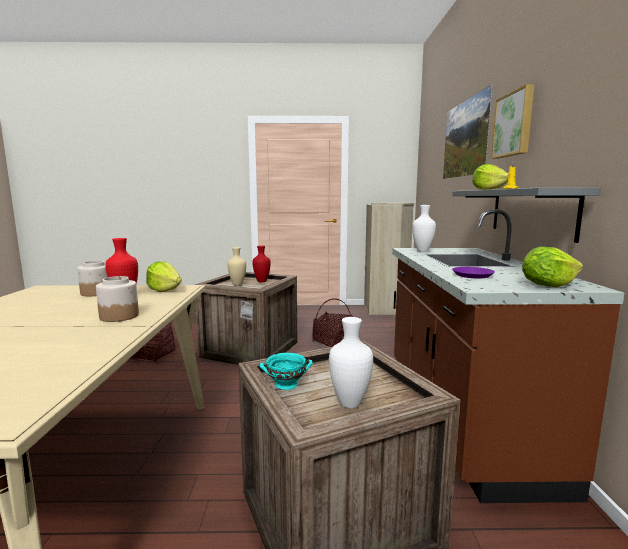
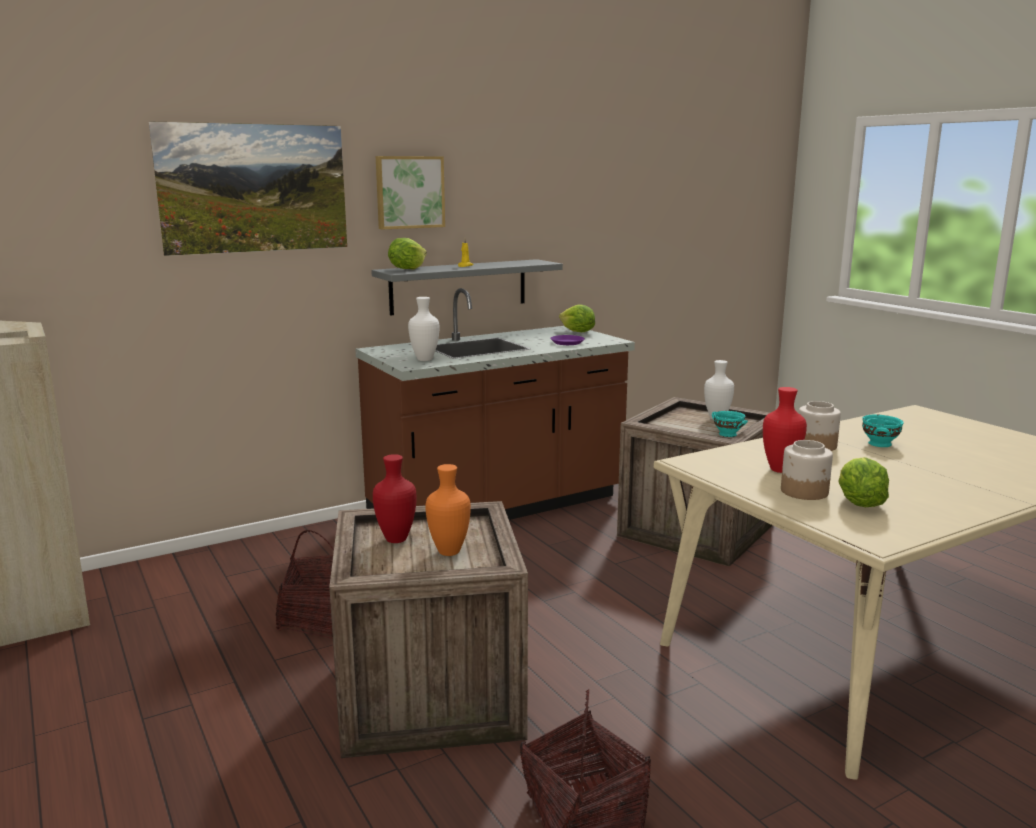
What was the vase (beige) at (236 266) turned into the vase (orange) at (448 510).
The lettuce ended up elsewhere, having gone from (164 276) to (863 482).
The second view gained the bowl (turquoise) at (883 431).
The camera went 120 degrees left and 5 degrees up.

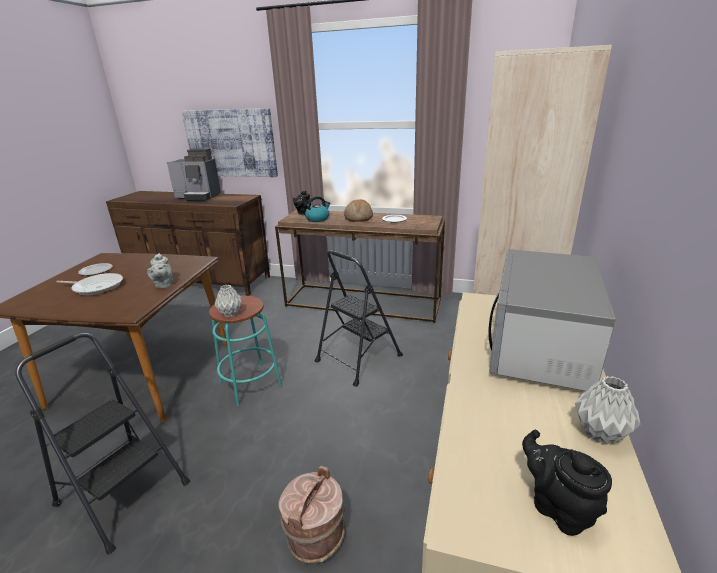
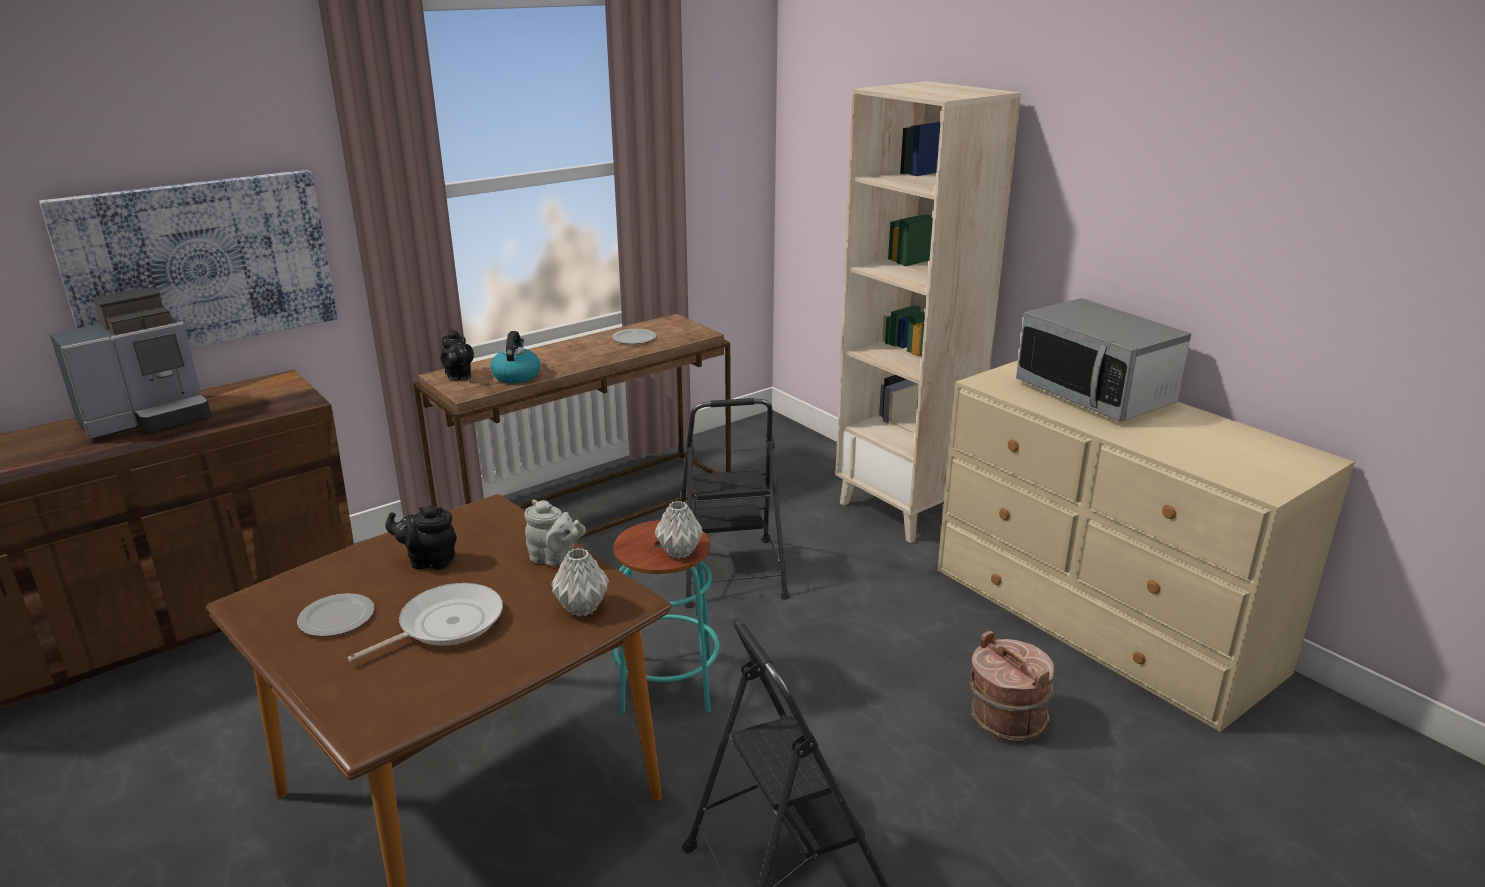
The teapot (black) ended up elsewhere, having gone from (567 482) to (421 537).
The vase (grey) ended up elsewhere, having gone from (608 410) to (580 582).
The second view lost the bread at (358 210).
The camera went 55 degrees left and 0 degrees up.

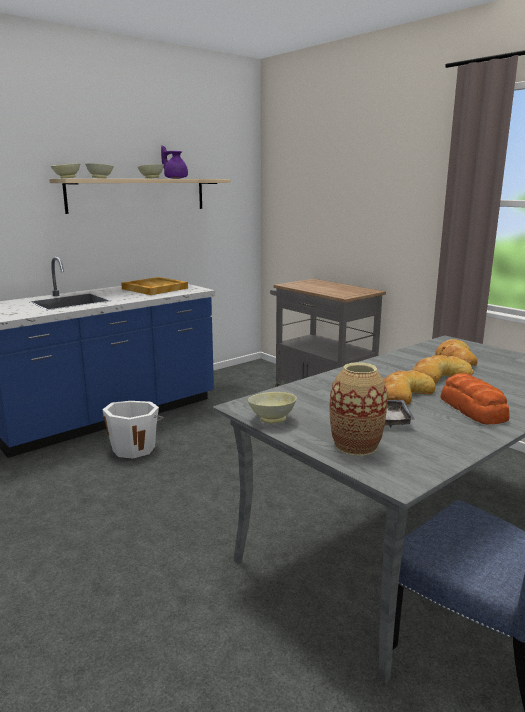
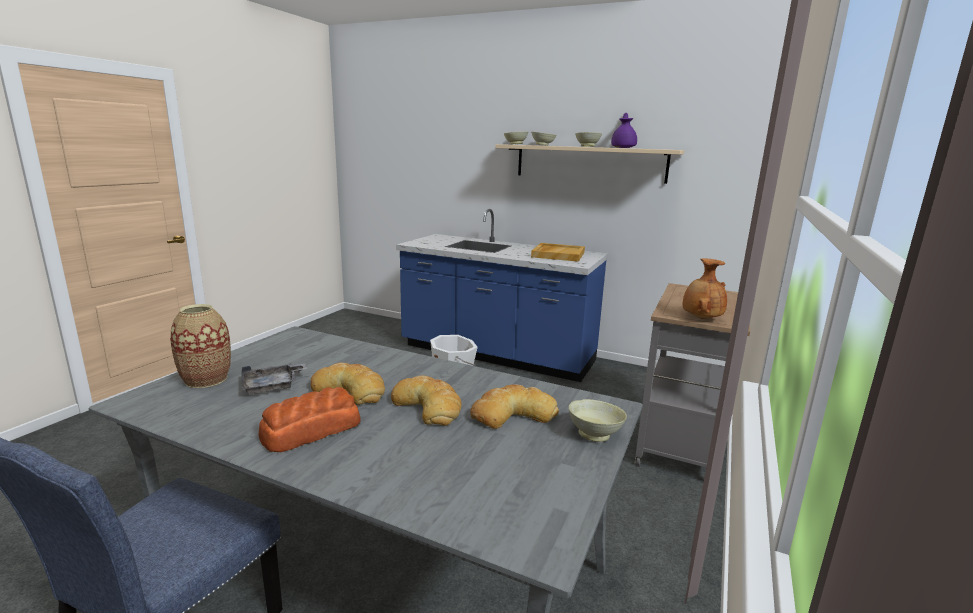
The bowl (beige) ended up elsewhere, having gone from (272 407) to (598 420).
The second view gained the vase (brown) at (705 288).
The camera went 65 degrees right and 0 degrees up.

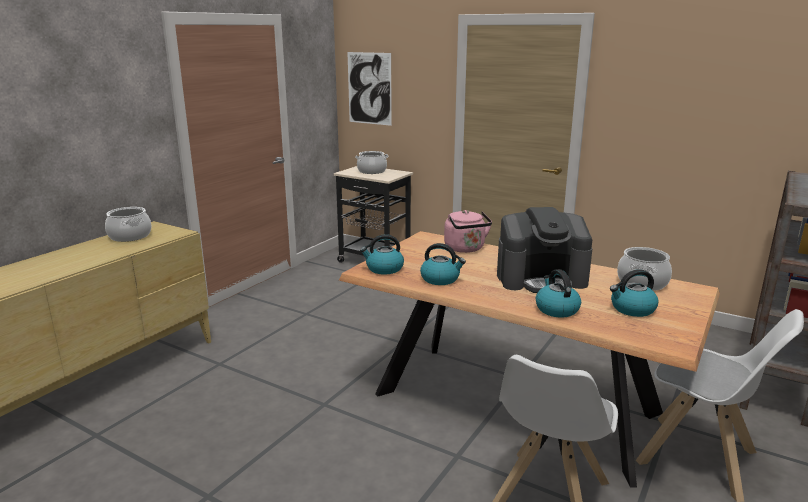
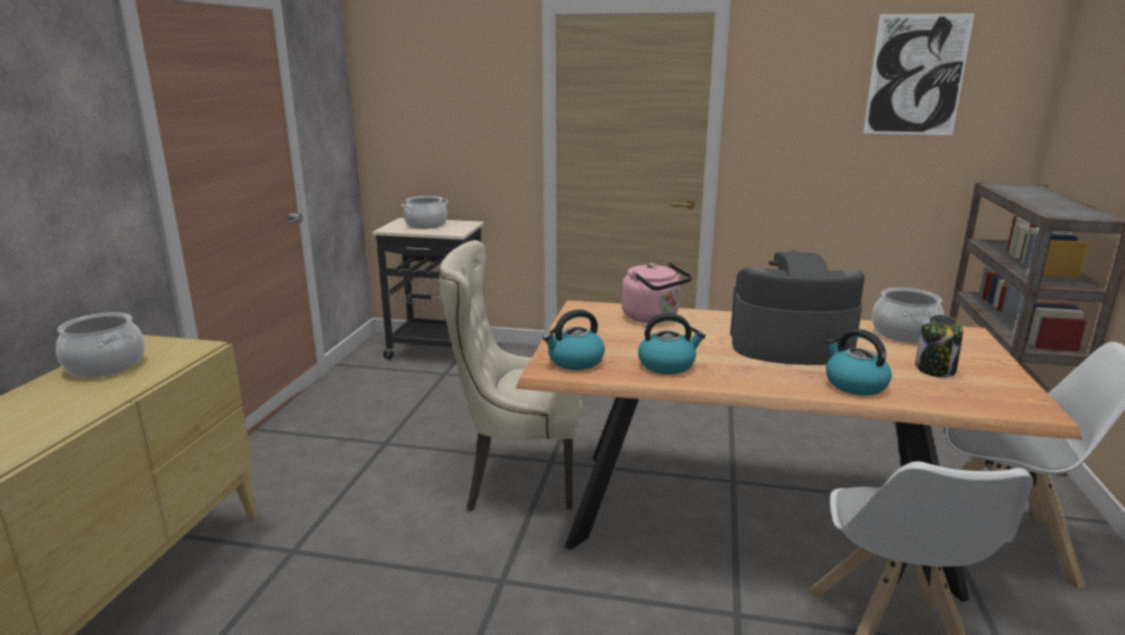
The second view gained the chair (beige) at (510 376).
The coffee machine at (544 250) ended up facing another way, 150 degrees counterclockwise from before.
The picture ended up elsewhere, having gone from (369 89) to (919 74).
Where the kettle stood at (634 293), the jar came to stand at (939 346).
The camera went 20 degrees left and 0 degrees up.

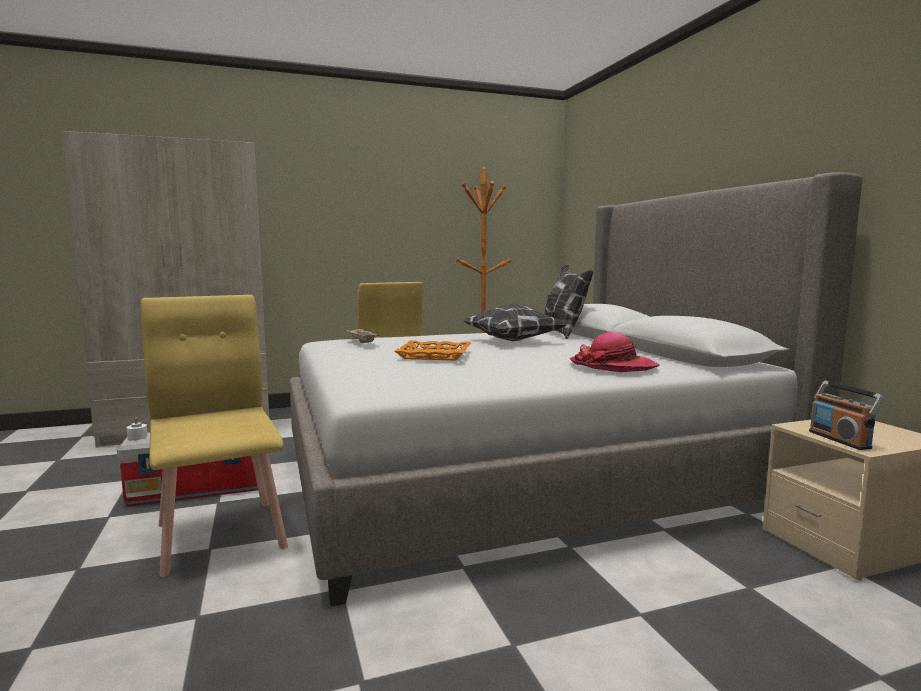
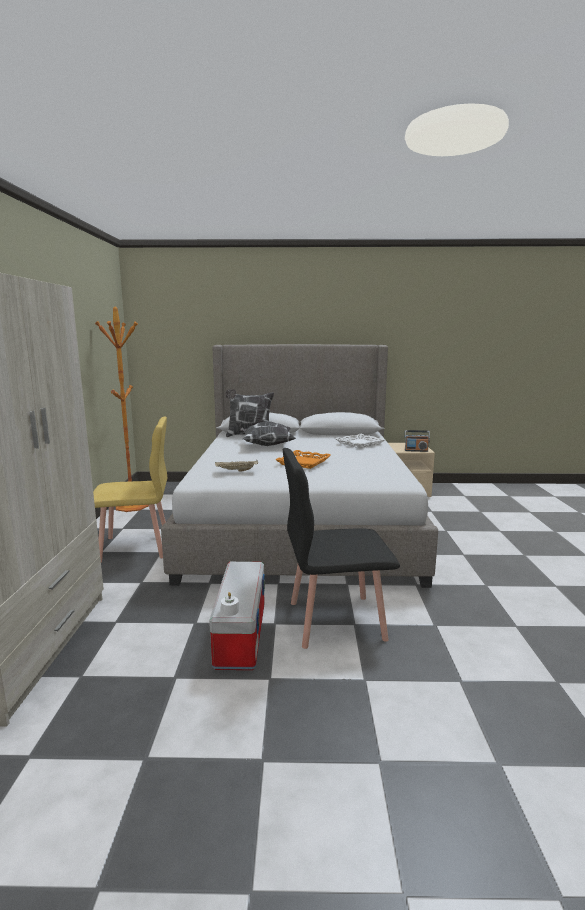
What was the chair (yellow) at (214 436) turned into the chair (black) at (341 548).
Where the hat stood at (614 352), the tray (white) came to stand at (360 441).
The camera went 70 degrees left and 5 degrees up.

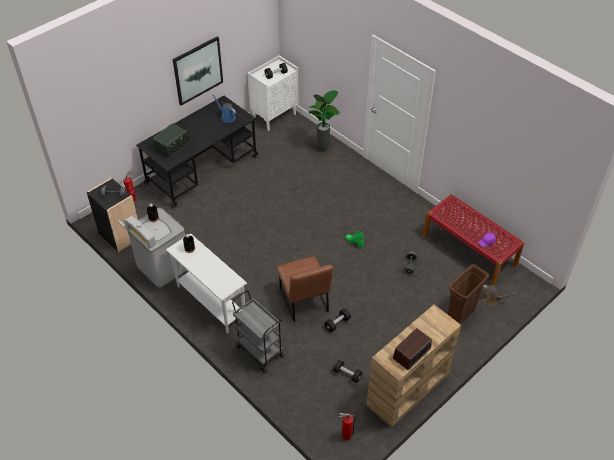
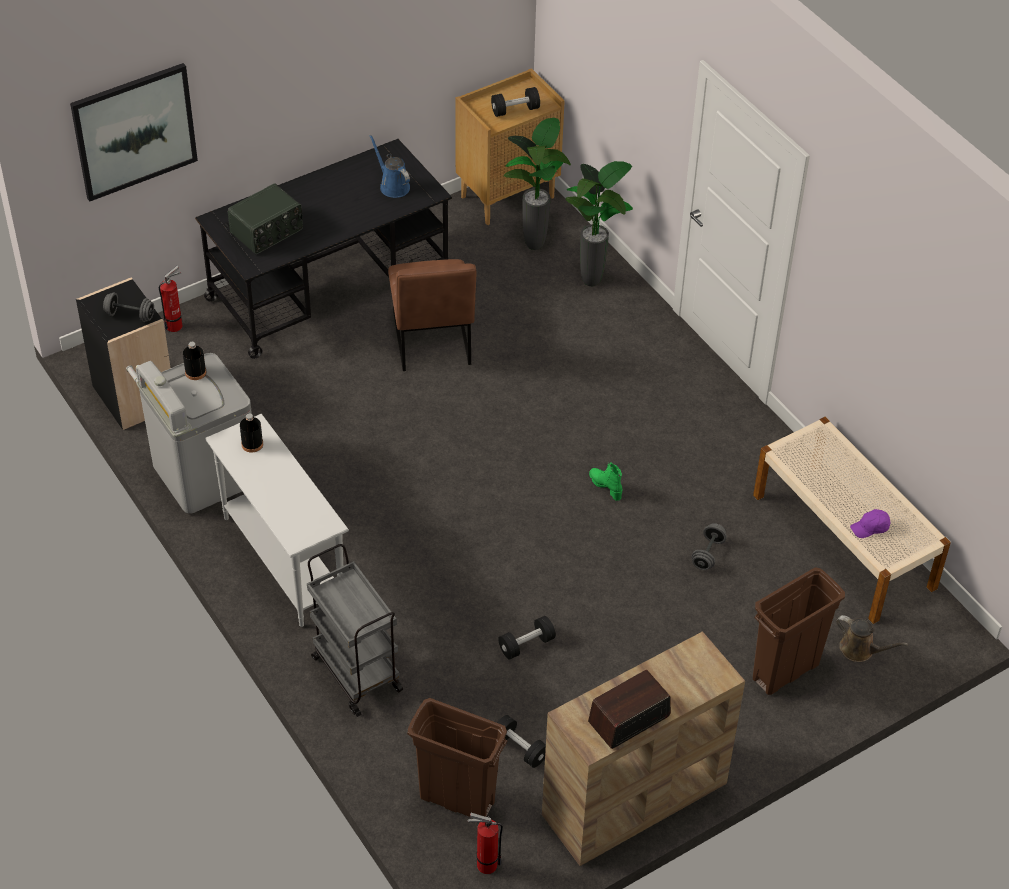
The picture ended up elsewhere, having gone from (198 71) to (134 132).
The chair (brown) ended up elsewhere, having gone from (305 289) to (432 315).
The second view gained the trash can (brown) at (457 758).
What was the cabinet (white) at (273 93) turned into the cabinet (brown) at (510 146).
The second view gained the potted plant at (537 184).
What was the bench (red) at (474 240) turned into the bench (beige) at (852 520).
The camera went 10 degrees right and 0 degrees up.

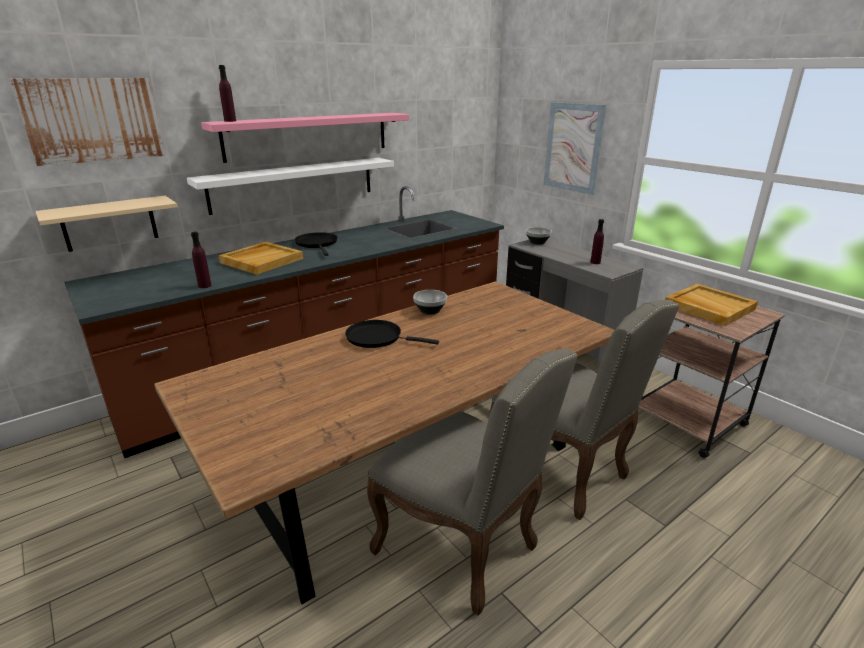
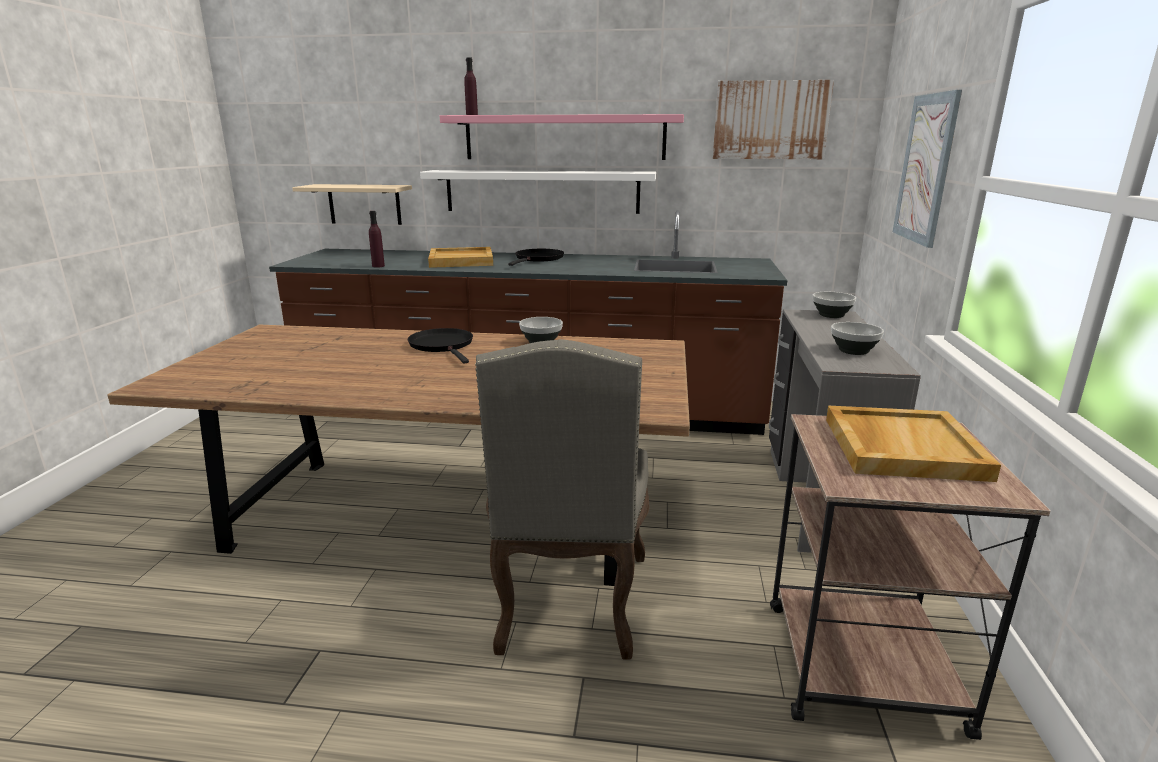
The picture ended up elsewhere, having gone from (87 122) to (773 119).
Where the bottle (purple) stood at (597 241), the bowl came to stand at (857 338).
The second view lost the chair (grey) at (472 481).
The camera went 45 degrees right and 5 degrees down.

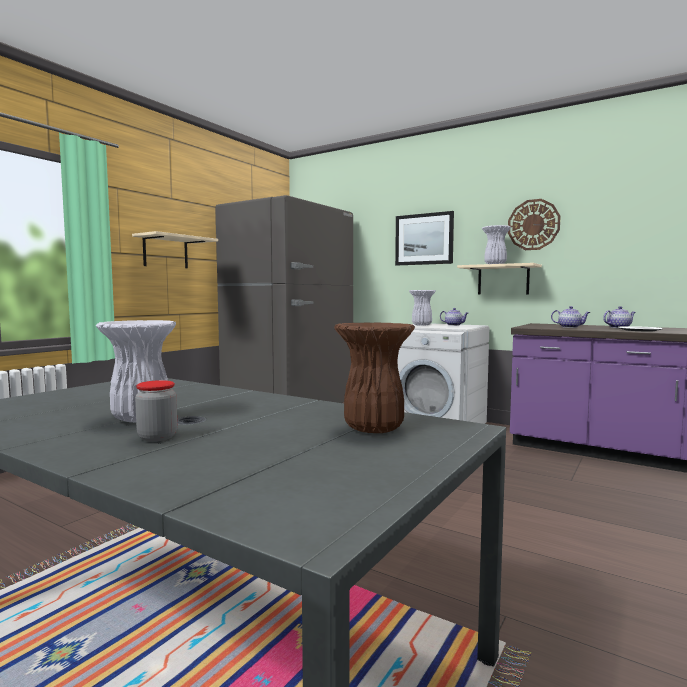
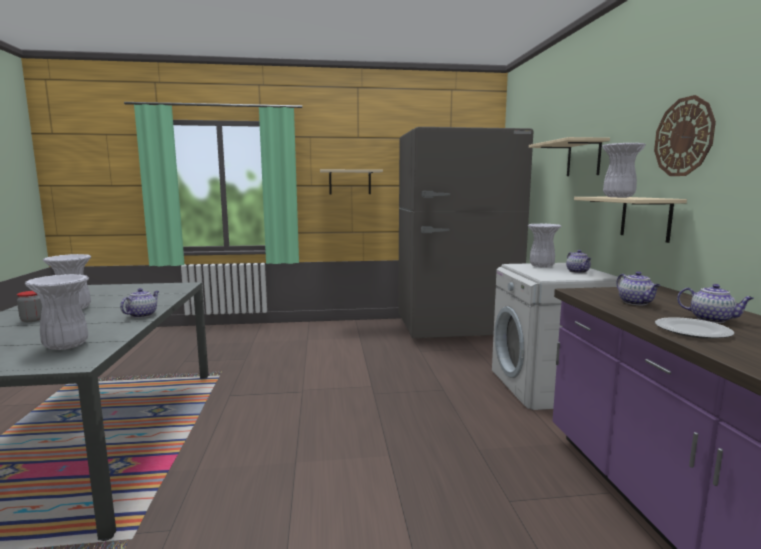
What was the vase (brown) at (374 378) turned into the vase (white) at (57 312).
The second view gained the teapot at (139 303).
Where the picture hung at (424 238), the shelf (beige) came to hang at (569 156).
The camera went 50 degrees right and 5 degrees up.

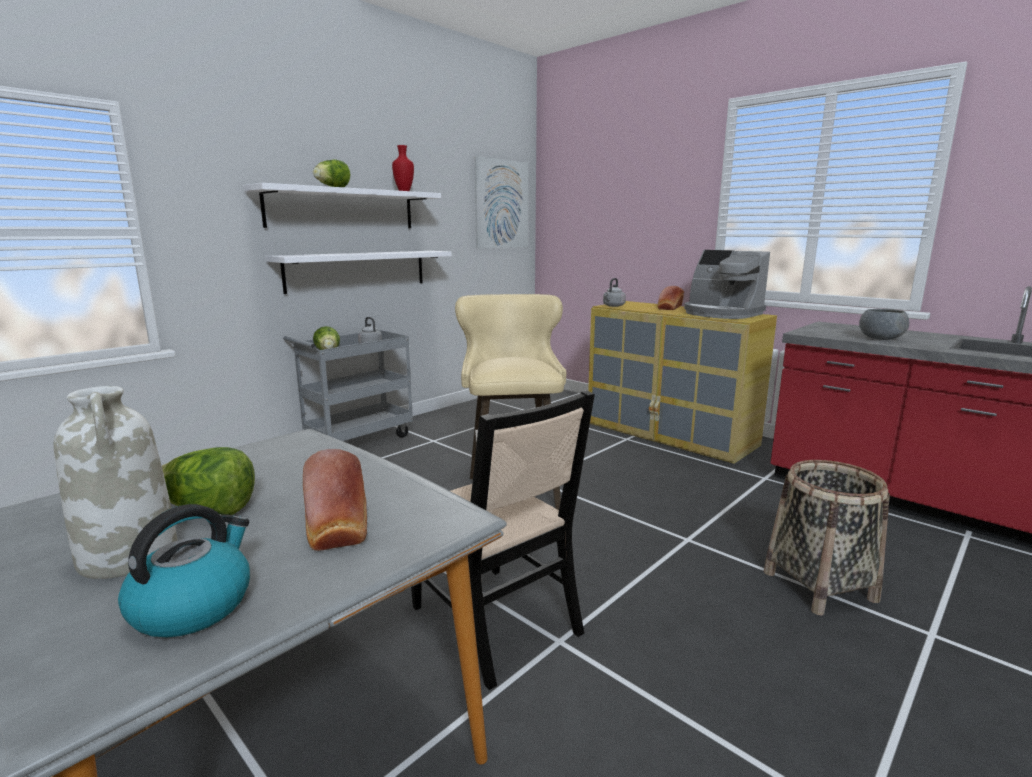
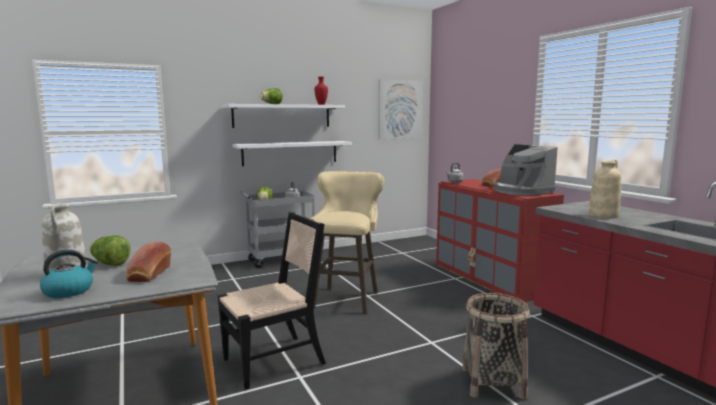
The chair at (503 540) ended up facing another way, 105 degrees counterclockwise from before.
What was the cabinet (yellow) at (682 382) turned into the cabinet (red) at (500 240).
Where the bowl (grey) stood at (884 324), the vase (beige) came to stand at (605 188).
The camera went 20 degrees right and 5 degrees down.

